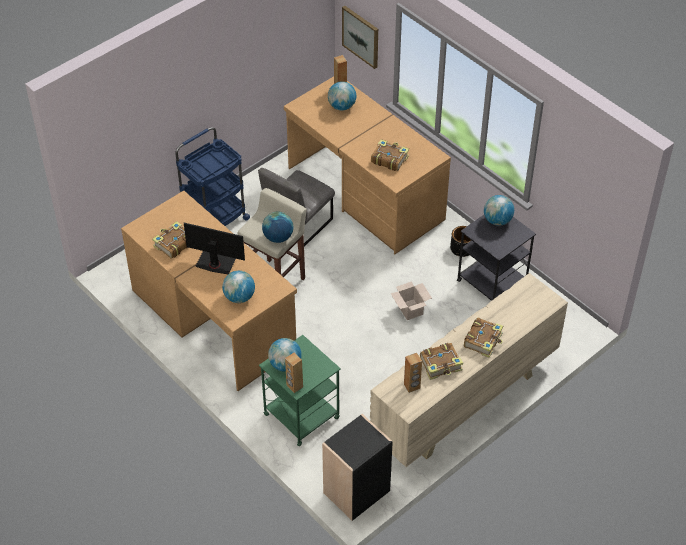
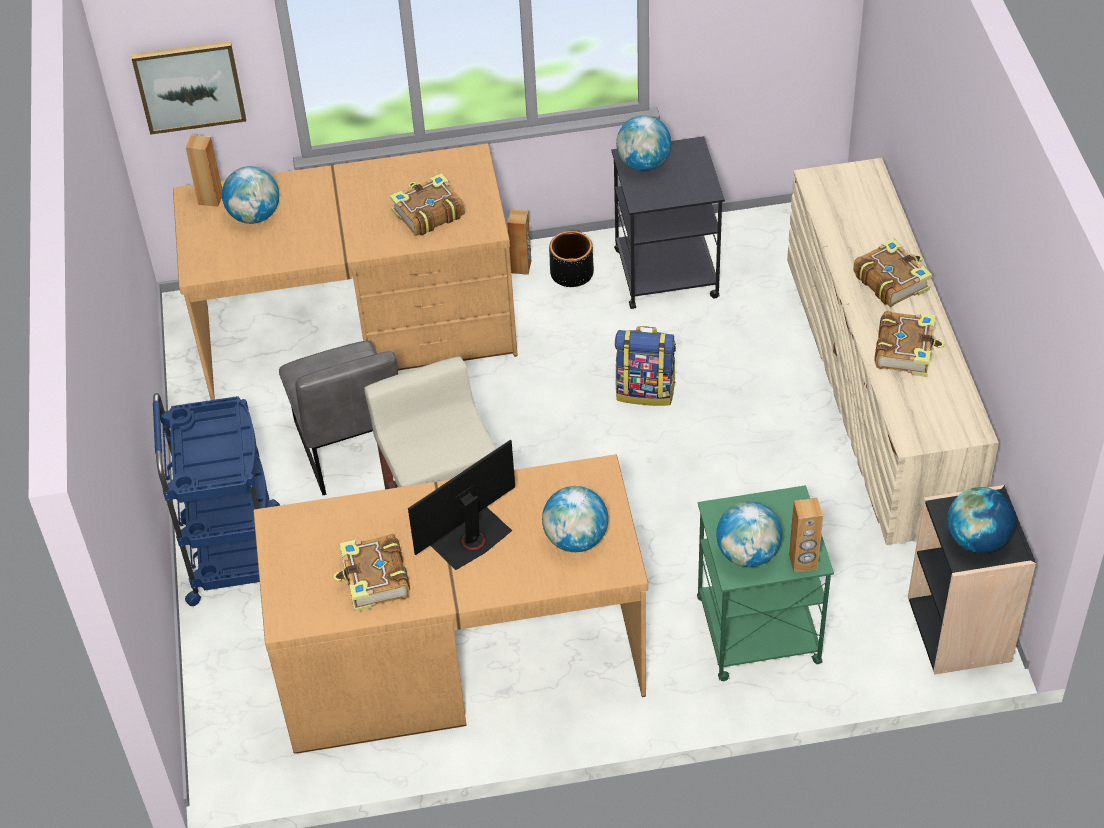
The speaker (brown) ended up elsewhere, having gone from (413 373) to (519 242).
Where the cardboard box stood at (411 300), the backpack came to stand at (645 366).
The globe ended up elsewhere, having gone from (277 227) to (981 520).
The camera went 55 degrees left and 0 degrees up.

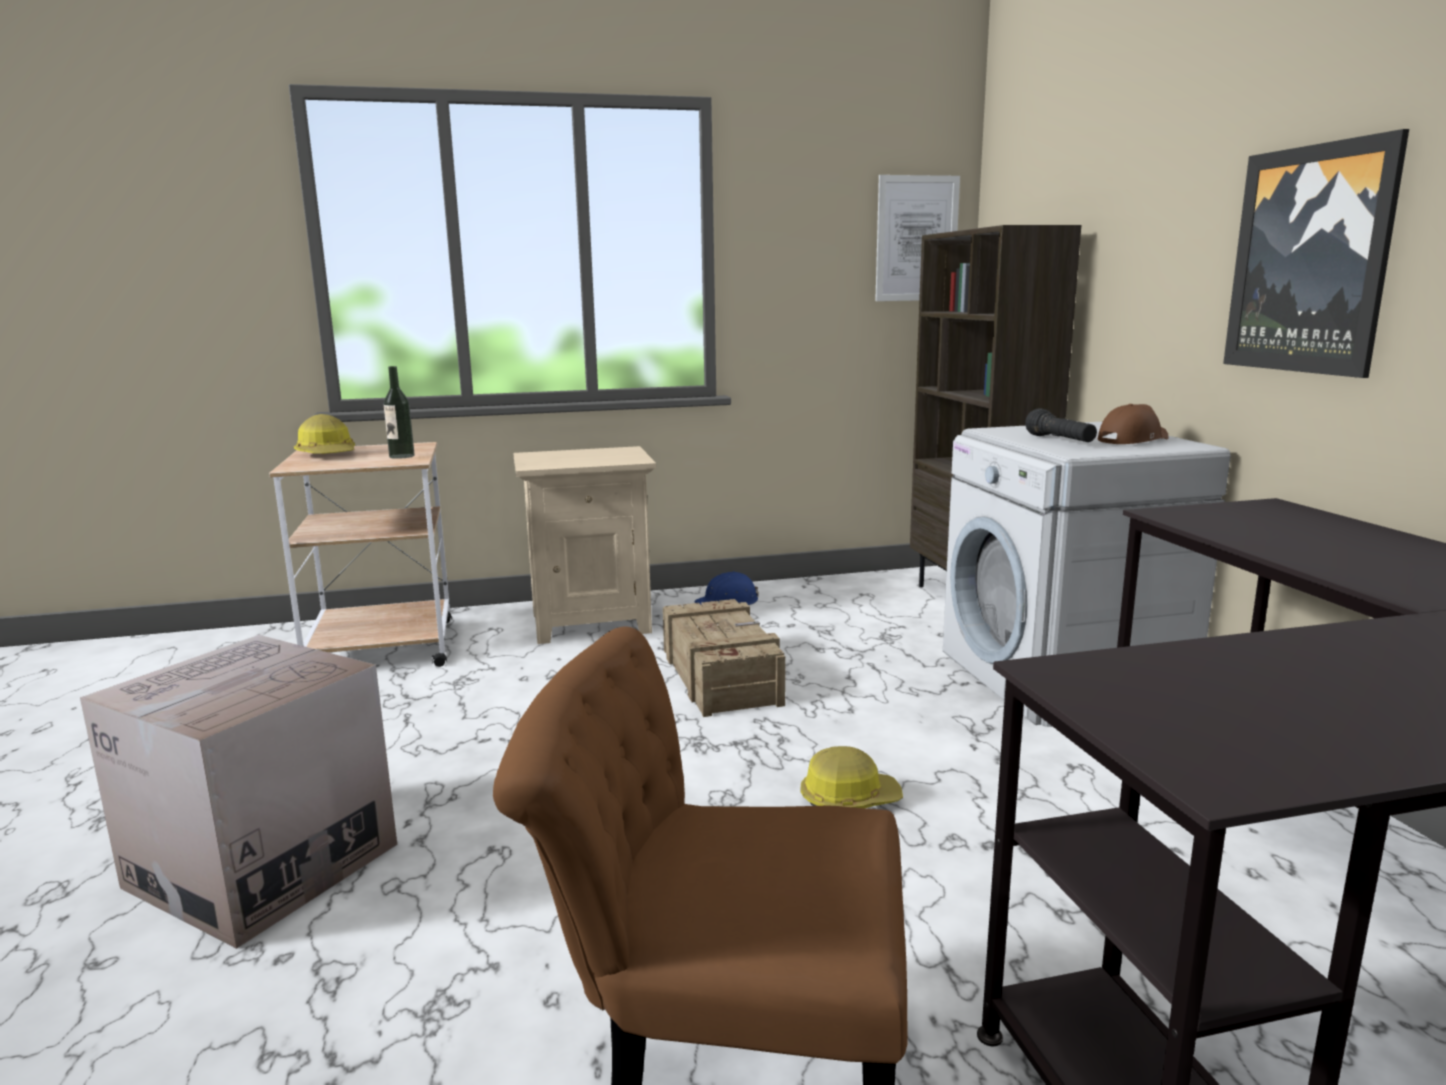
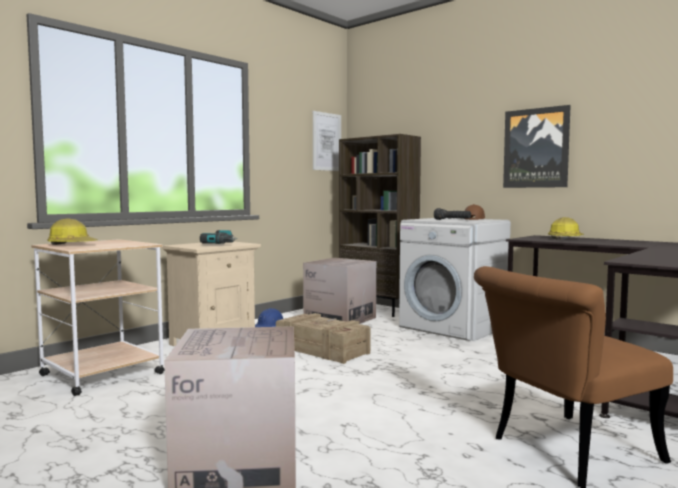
The second view gained the power drill at (218 237).
The second view gained the cardboard box at (339 291).
The hard hat ended up elsewhere, having gone from (851 777) to (566 228).
The second view lost the bottle at (399 412).
The camera went 35 degrees left and 10 degrees down.

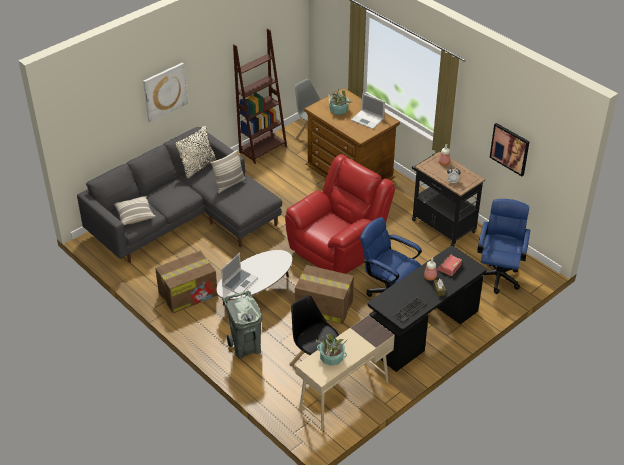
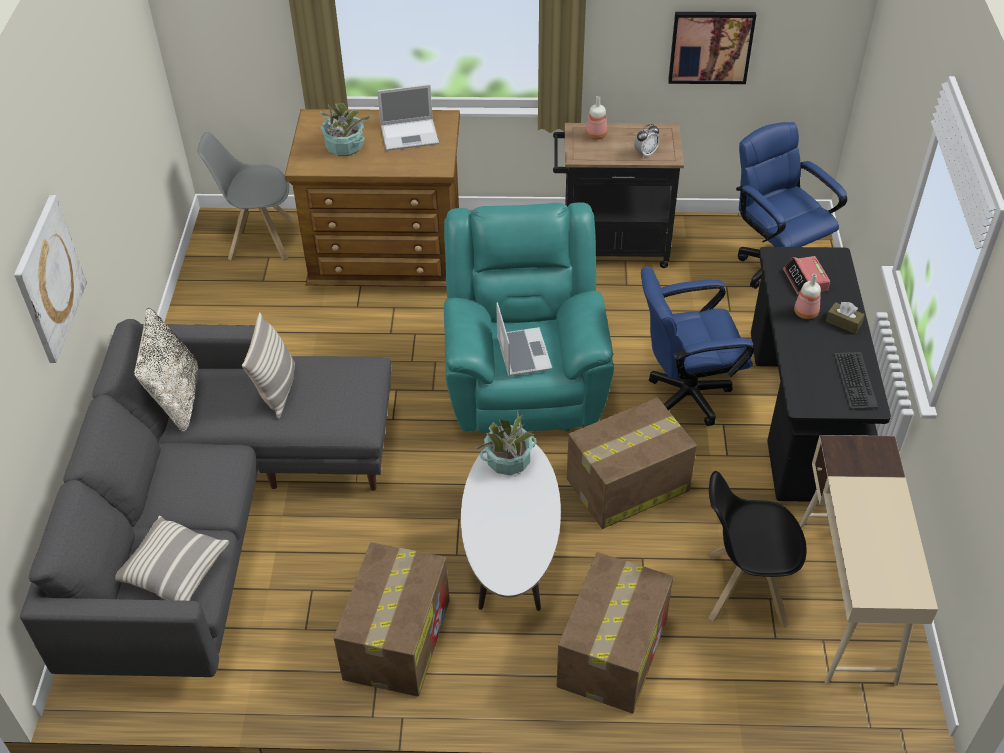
What was the armchair (red) at (340 214) turned into the armchair (turquoise) at (529 318).
The potted plant ended up elsewhere, having gone from (332 350) to (506 442).
The laptop ended up elsewhere, having gone from (239 273) to (524 339).
Where the trash can (grey) stood at (242 325), the cardboard box came to stand at (615 633).
The second view lost the bookcase (brown) at (260 96).
The camera went 45 degrees left and 5 degrees up.

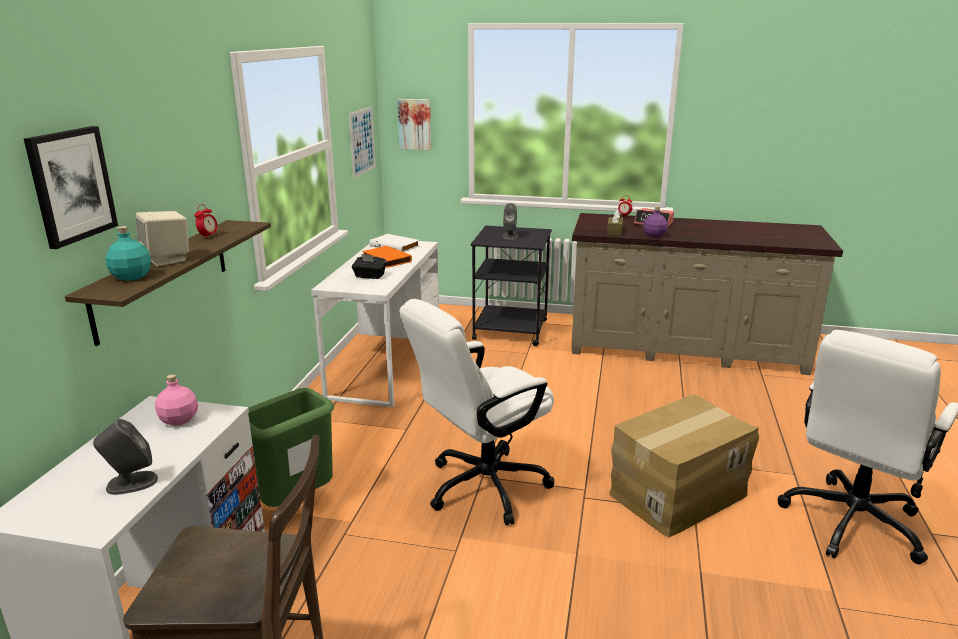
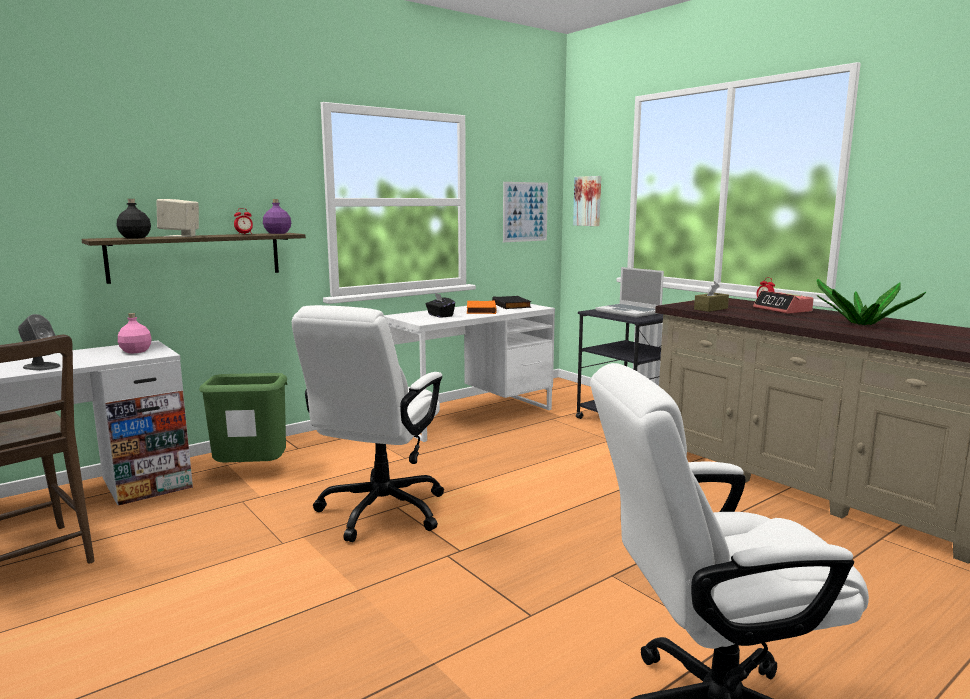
What was the bottle (turquoise) at (128 253) turned into the bottle (black) at (134 218).
The bottle (purple) ended up elsewhere, having gone from (655 222) to (277 216).
The office chair (white) at (477 412) ended up facing another way, 75 degrees counterclockwise from before.
What was the book (white) at (395 243) turned into the book (black) at (512 302).
Where the speaker (grey) stood at (510 221), the laptop came to stand at (630 292).
The second view gained the potted plant at (871 302).
The second view lost the picture at (71 187).
The second view lost the cardboard box at (684 466).
The camera went 40 degrees right and 10 degrees down.

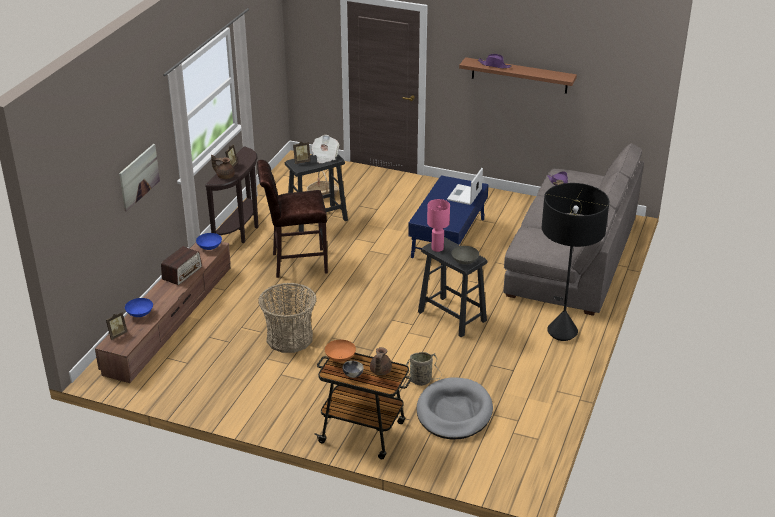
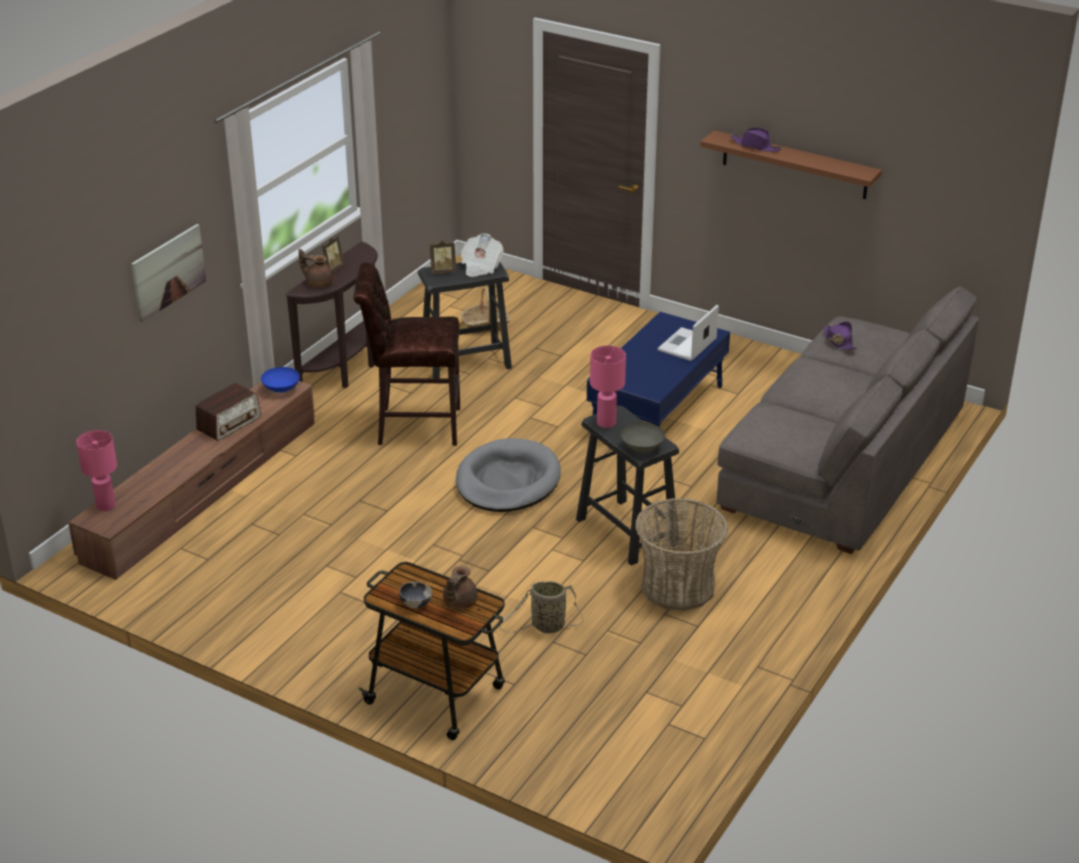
Where the picture frame stood at (116 326), the table lamp (pink) came to stand at (96 470).
The dog bed (grey) ended up elsewhere, having gone from (455 408) to (508 475).
The basket ended up elsewhere, having gone from (287 318) to (681 554).
The second view lost the bowl (blue) at (139 307).
The second view lost the bowl (orange) at (340 351).
The second view lost the floor lamp (black) at (575 262).
The camera went 10 degrees right and 0 degrees up.

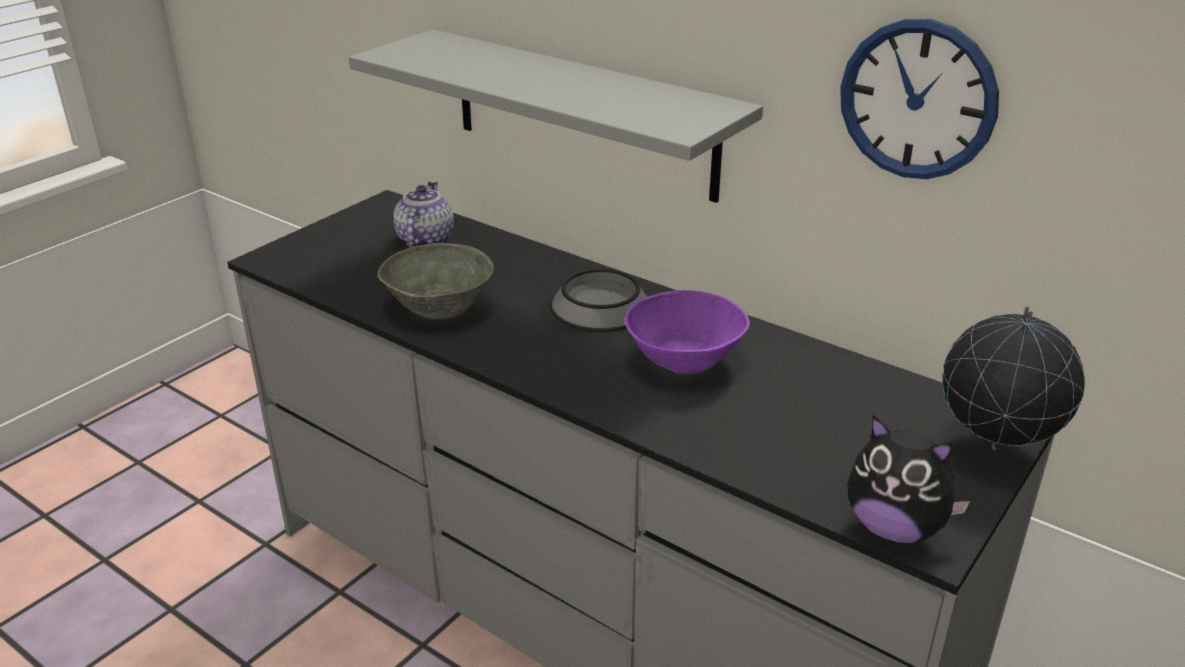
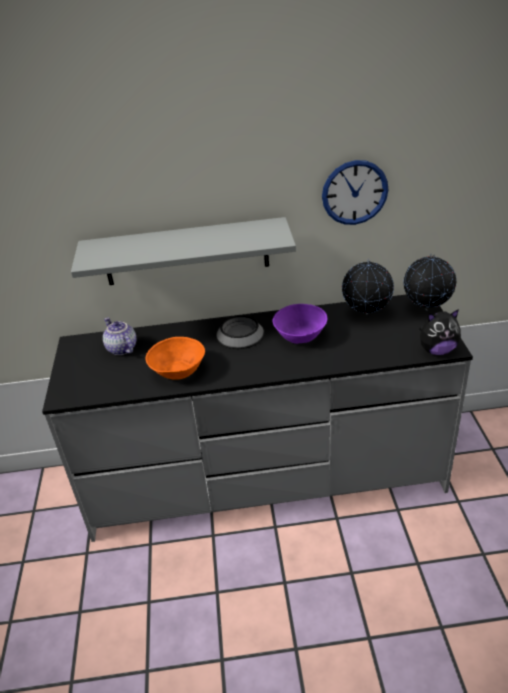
What was the bowl (grey) at (436 281) turned into the bowl (orange) at (175 358).
The second view gained the globe at (368 287).
The camera went 40 degrees left and 5 degrees up.

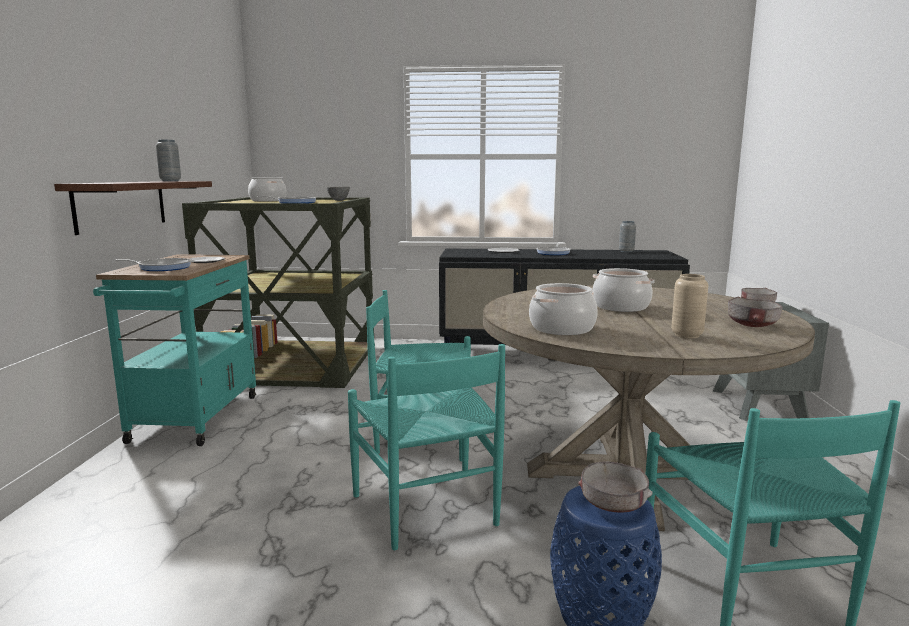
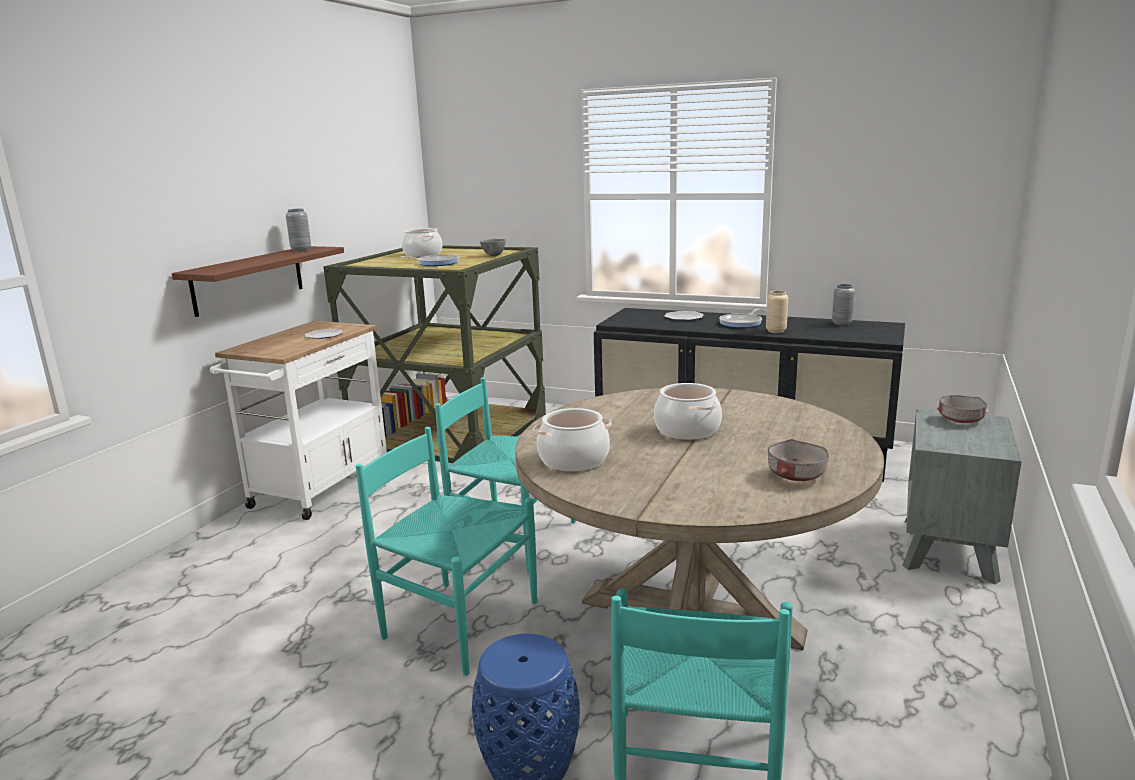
What was the cart (turquoise) at (174 350) turned into the cart (white) at (298 420).
The chair (turquoise) at (426 447) ended up facing another way, 120 degrees clockwise from before.
The vase (beige) ended up elsewhere, having gone from (689 306) to (777 311).
The second view lost the frying pan at (153 264).
The second view lost the bowl (grey) at (615 487).
The camera went 20 degrees right and 5 degrees up.

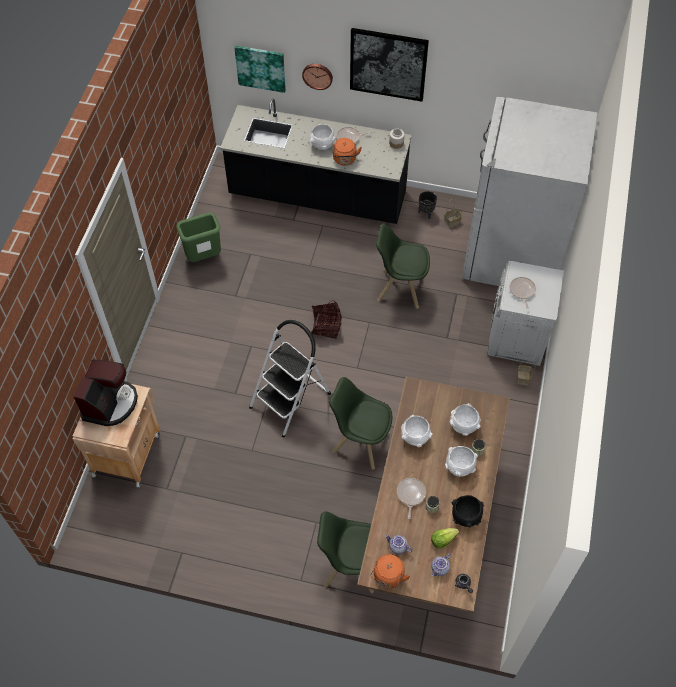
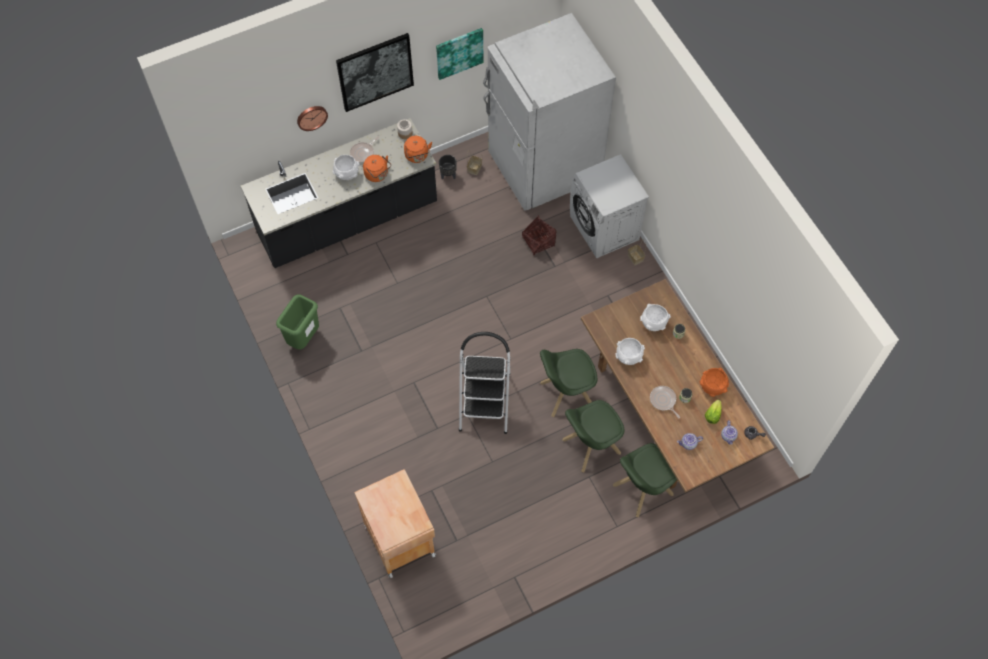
The kettle (orange) ended up elsewhere, having gone from (390 571) to (418 149).
The picture ended up elsewhere, having gone from (260 69) to (459 54).
The basket ended up elsewhere, having gone from (326 319) to (539 235).
The chair (green) ended up elsewhere, having gone from (403 266) to (593 436).
What was the bowl (black) at (468 511) turned into the bowl (orange) at (714 382).
The second view lost the coffee machine at (106 393).
The second view lost the bowl (white) at (461 461).
The second view lost the frying pan at (522 293).
The camera went 40 degrees left and 5 degrees up.

